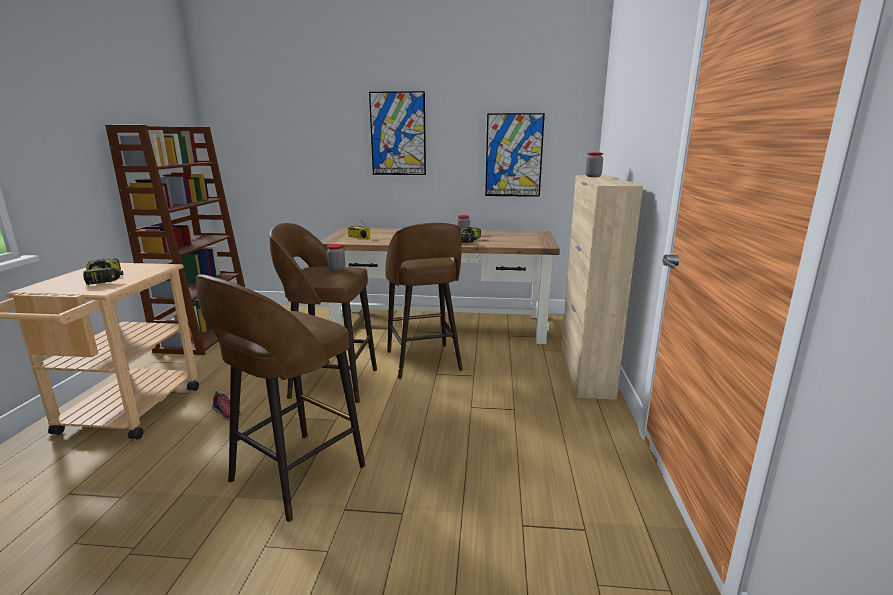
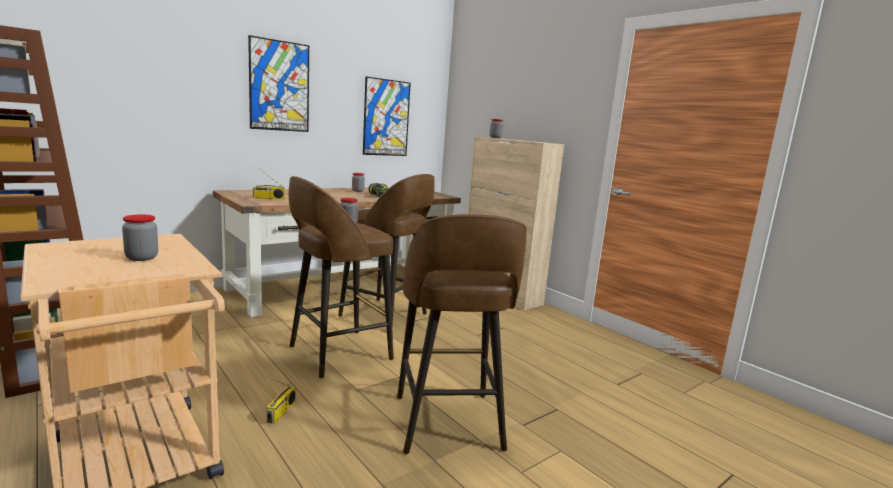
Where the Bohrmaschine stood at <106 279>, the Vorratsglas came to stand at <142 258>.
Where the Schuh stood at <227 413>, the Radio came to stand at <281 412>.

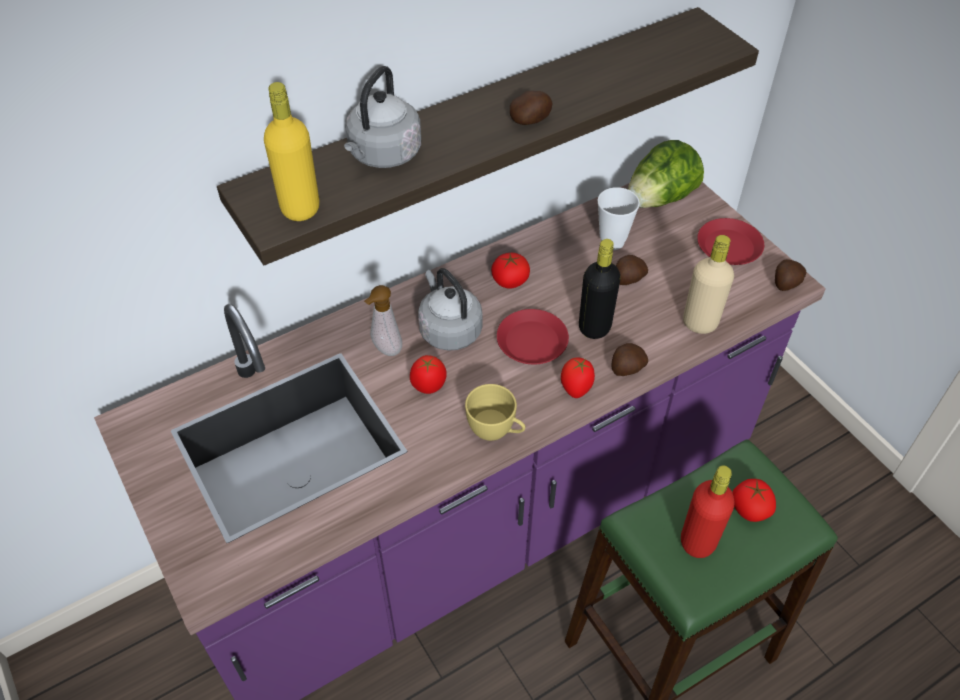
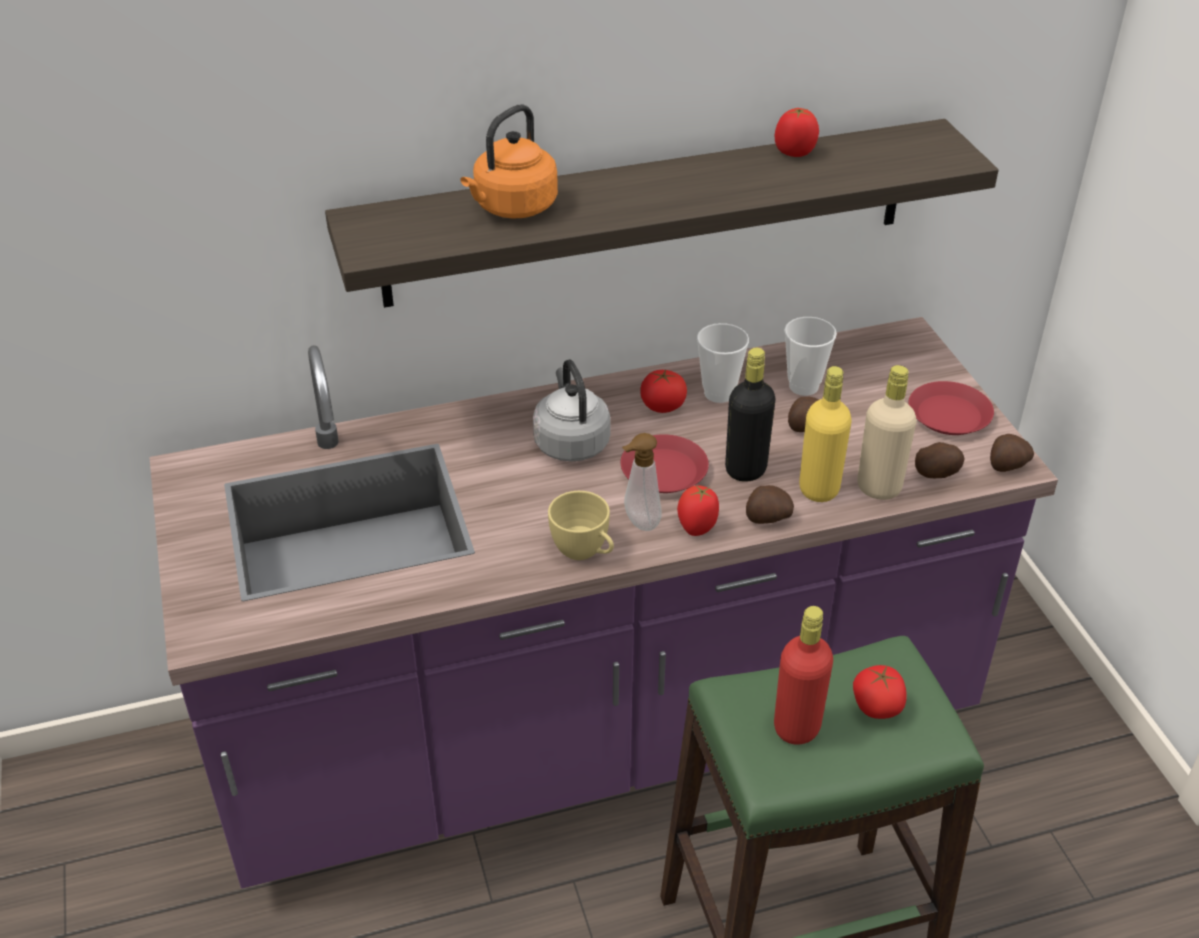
The second view lost the Salatkopf at <659 199>.
The second view gained the Tasse at <719 393>.
The Flasche (gelb) ended up elsewhere, having gone from <300 208> to <819 489>.
The Seifenspender ended up elsewhere, having gone from <385 350> to <639 523>.
The Tomate ended up elsewhere, having gone from <429 386> to <794 153>.
The Kartoffel ended up elsewhere, having gone from <530 120> to <937 474>.
What was the Wasserkessel (grau) at <383 155> turned into the Wasserkessel (orange) at <512 208>.

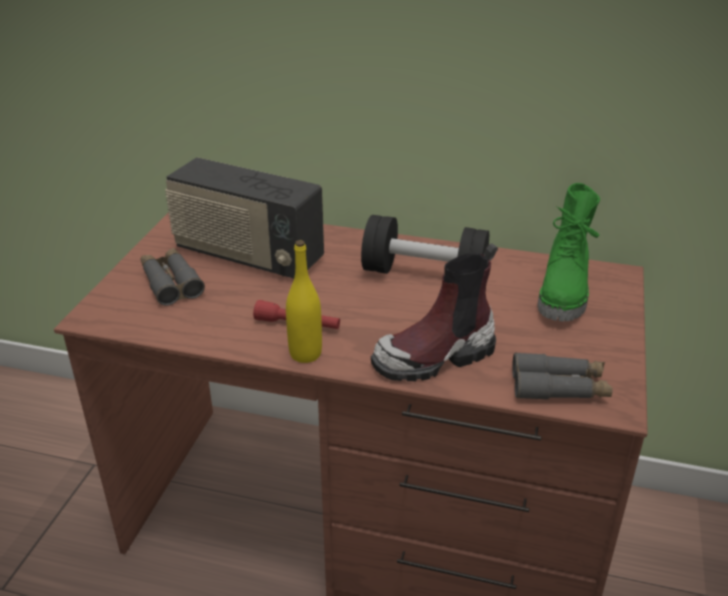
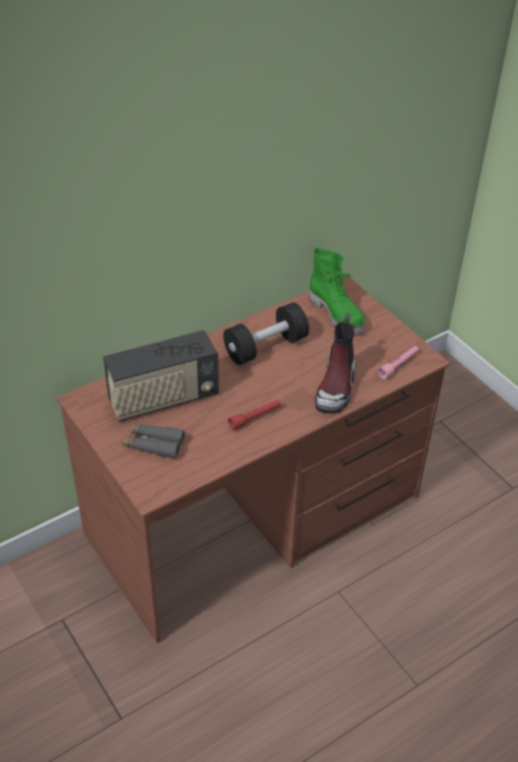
The second view lost the Flasche (gelb) at <305 354>.
Where the Fernglas (grau) stood at <559 387>, the Taschenlampe (rosa) came to stand at <398 365>.

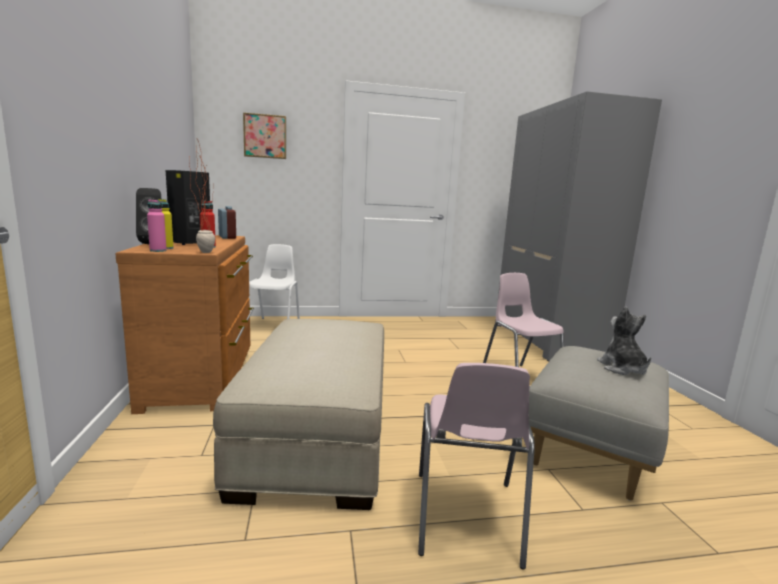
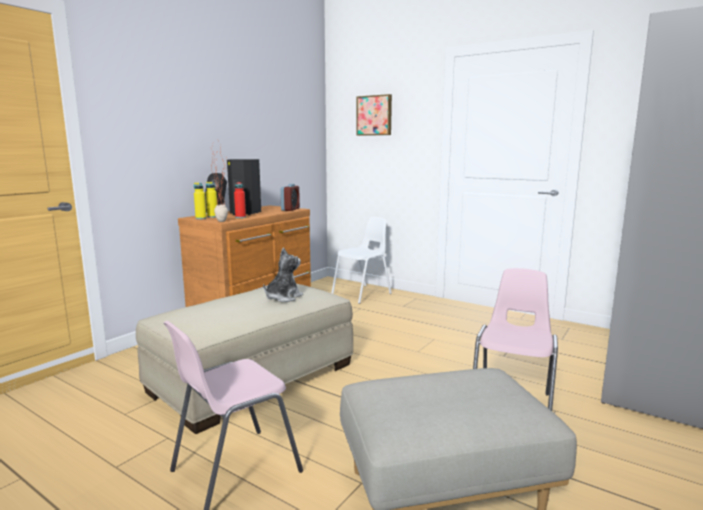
The Plüschtier ended up elsewhere, having gone from <622 369> to <283 297>.
What was the Flasche (rosa) at <158 250> turned into the Flasche (gelb) at <201 218>.

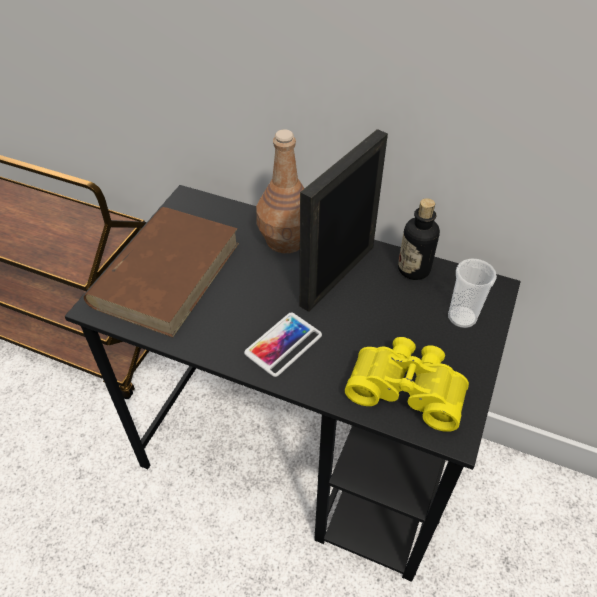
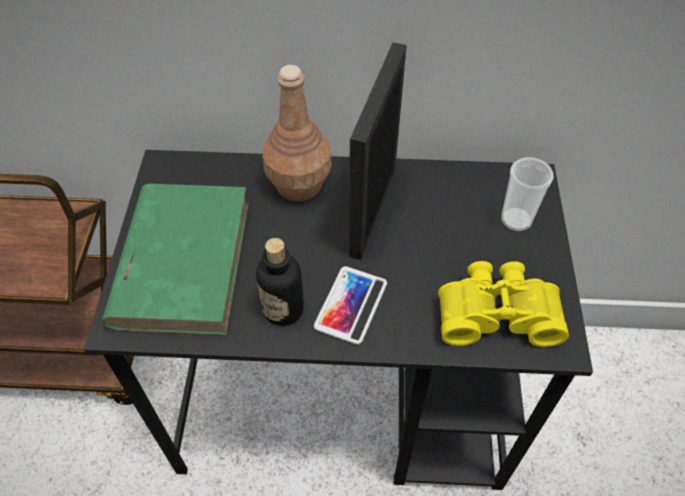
The Flasche ended up elsewhere, having gone from <413 269> to <283 309>.
What was the Buch (braun) at <167 272> turned into the Buch (grün) at <182 260>.

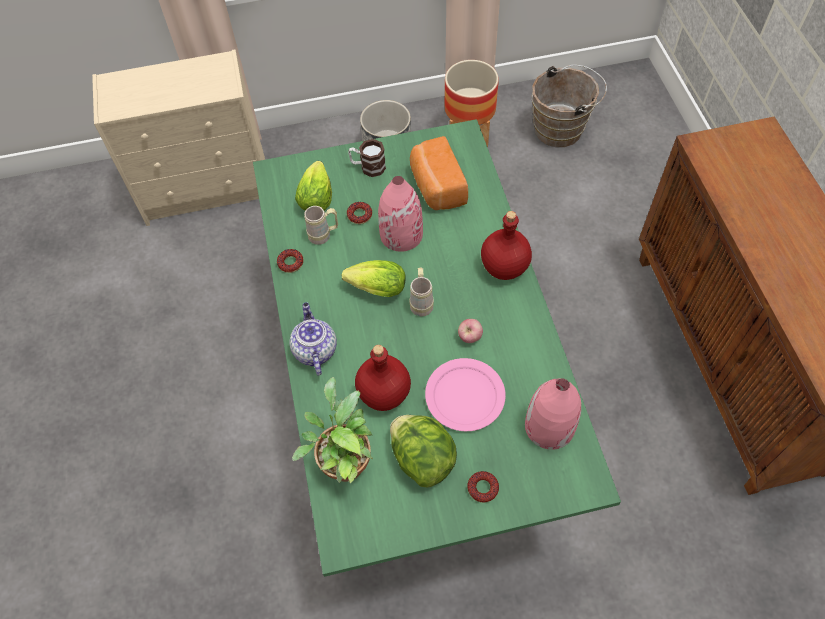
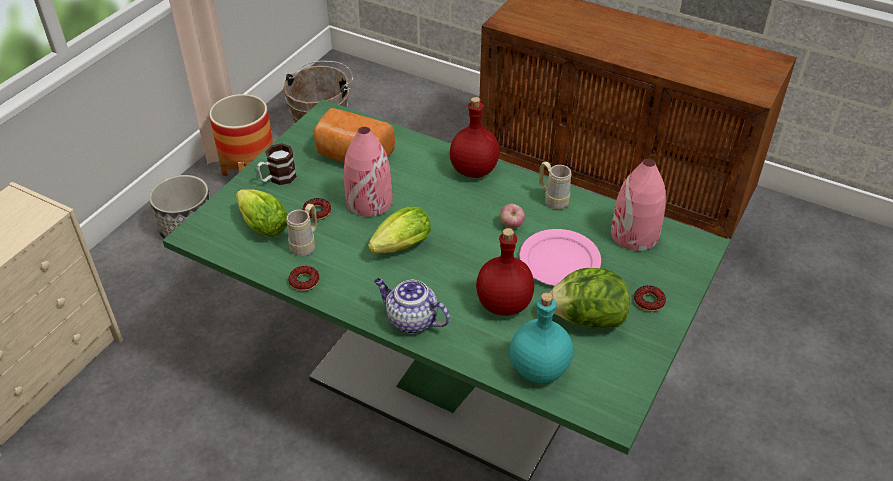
The Henkelbecher (beige) ended up elsewhere, having gone from <421 302> to <552 199>.
Where the Topfpflanze stood at <343 461>, the Flasche (türkis) came to stand at <538 368>.

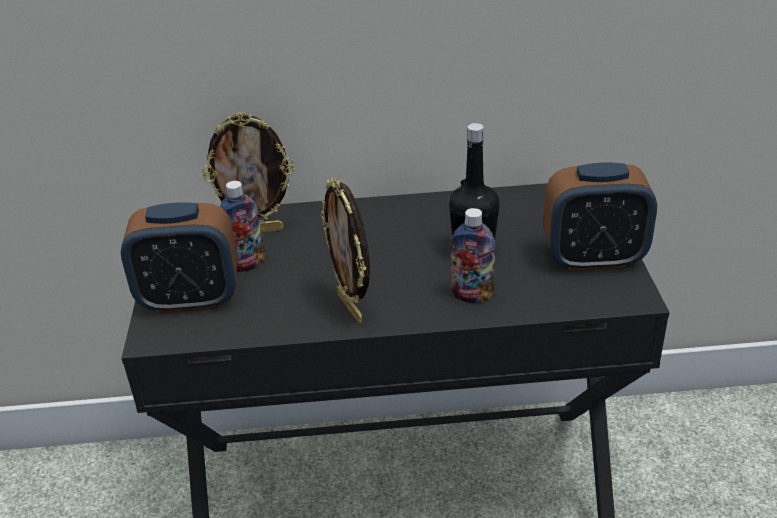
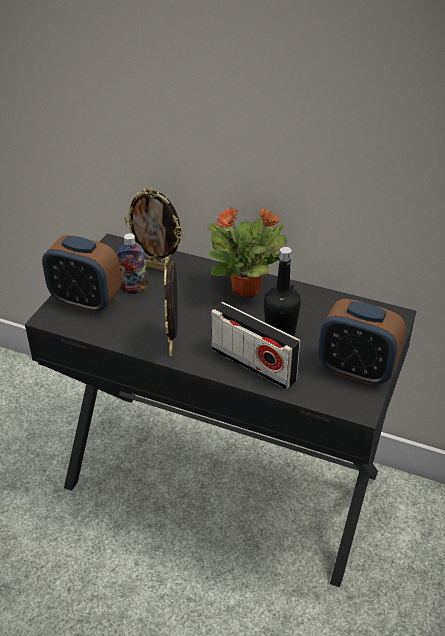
The second view gained the Topfpflanze at <247 289>.
Where the Flasche stood at <472 295>, the Radio came to stand at <253 364>.

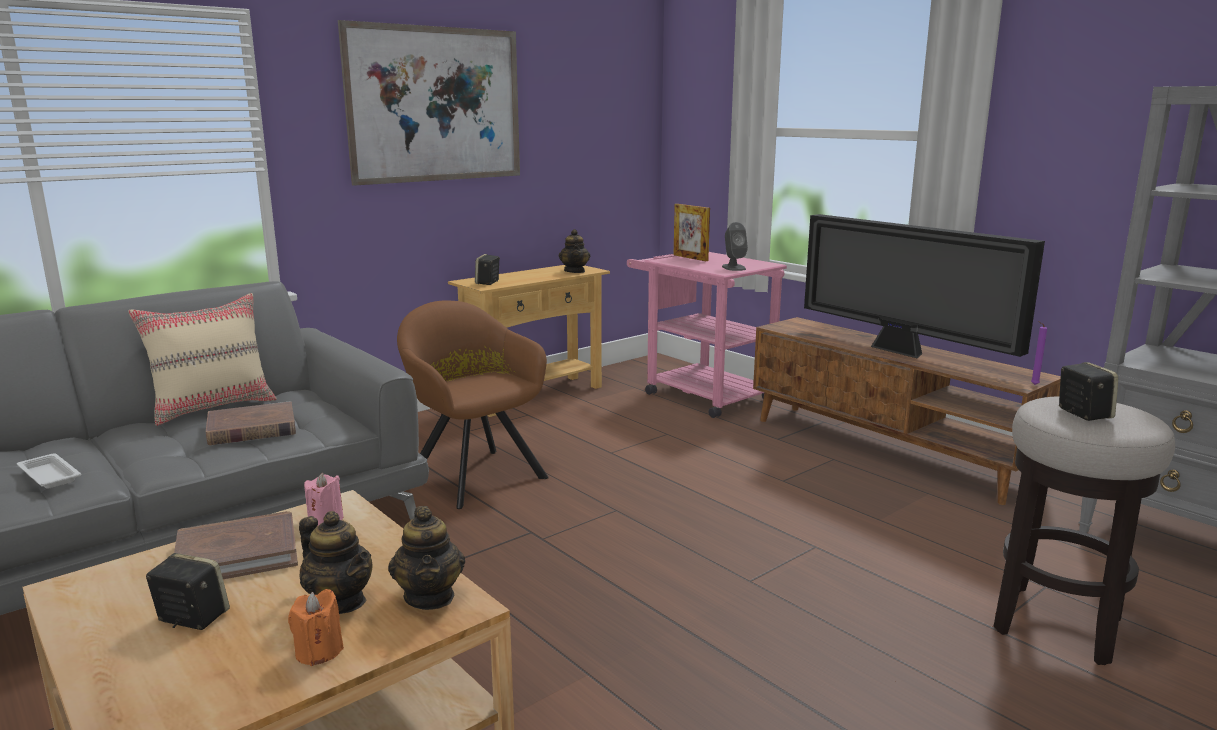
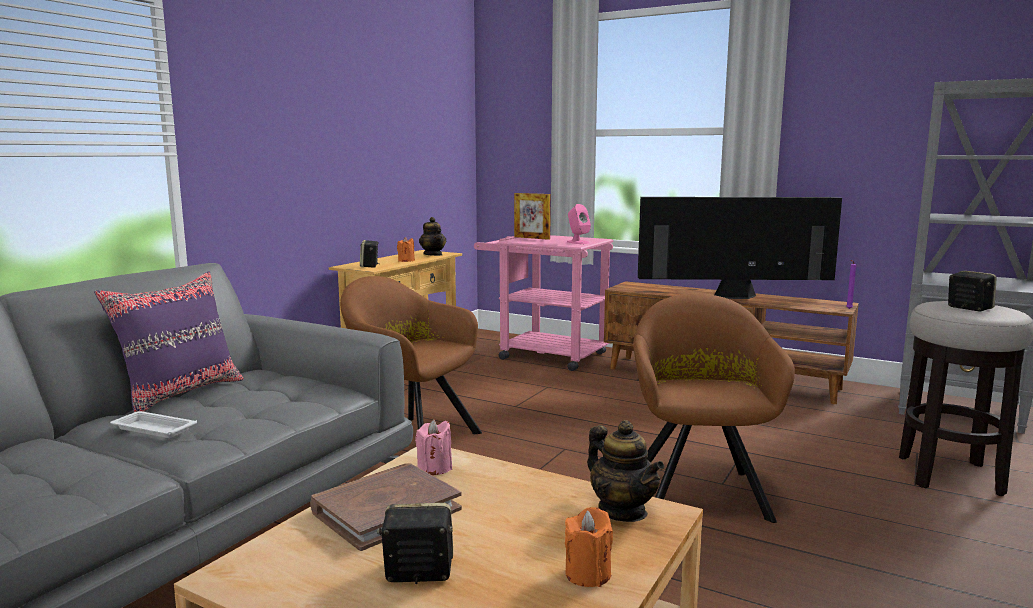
The second view lost the Buch (braun) at <252 429>.
The second view lost the Teekanne at <340 602>.
The second view lost the Bild at <436 105>.
The second view gained the Kerze (orange) at <406 261>.
The second view gained the Sessel (braun) at <699 489>.
The Tablett (weiß) ended up elsewhere, having gone from <49 475> to <153 429>.
What was the Kissen (beige) at <213 407> turned into the Kissen (lila) at <181 393>.
What was the Lautsprecher (grau) at <733 267> turned into the Lautsprecher (rosa) at <578 242>.
The Fernseher at <901 352> ended up facing another way, 150 degrees clockwise from before.

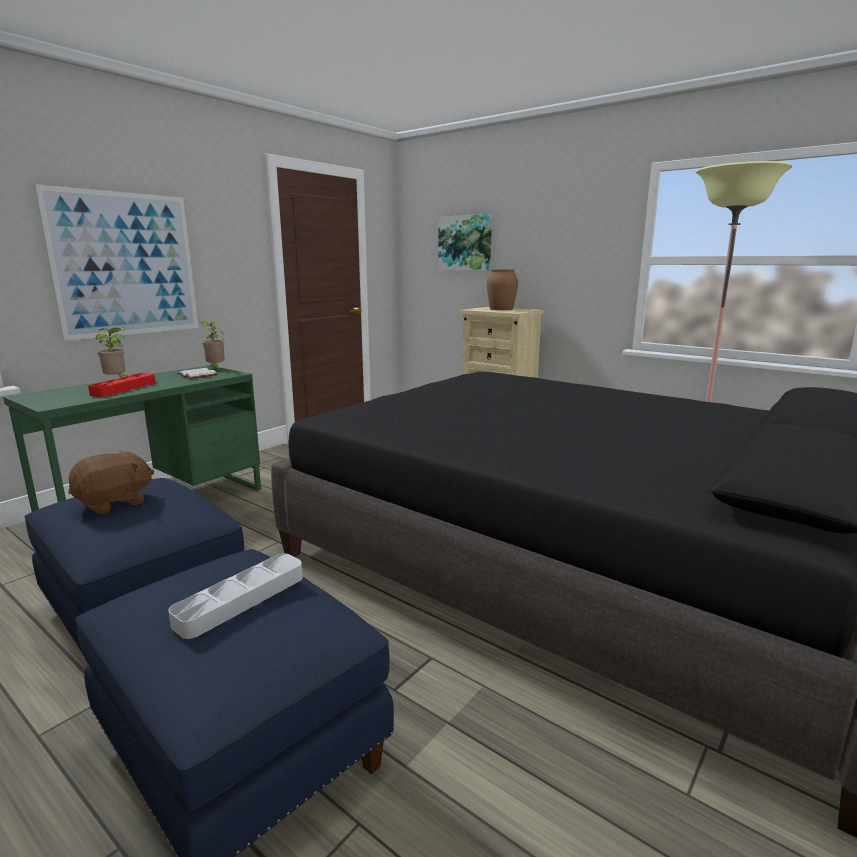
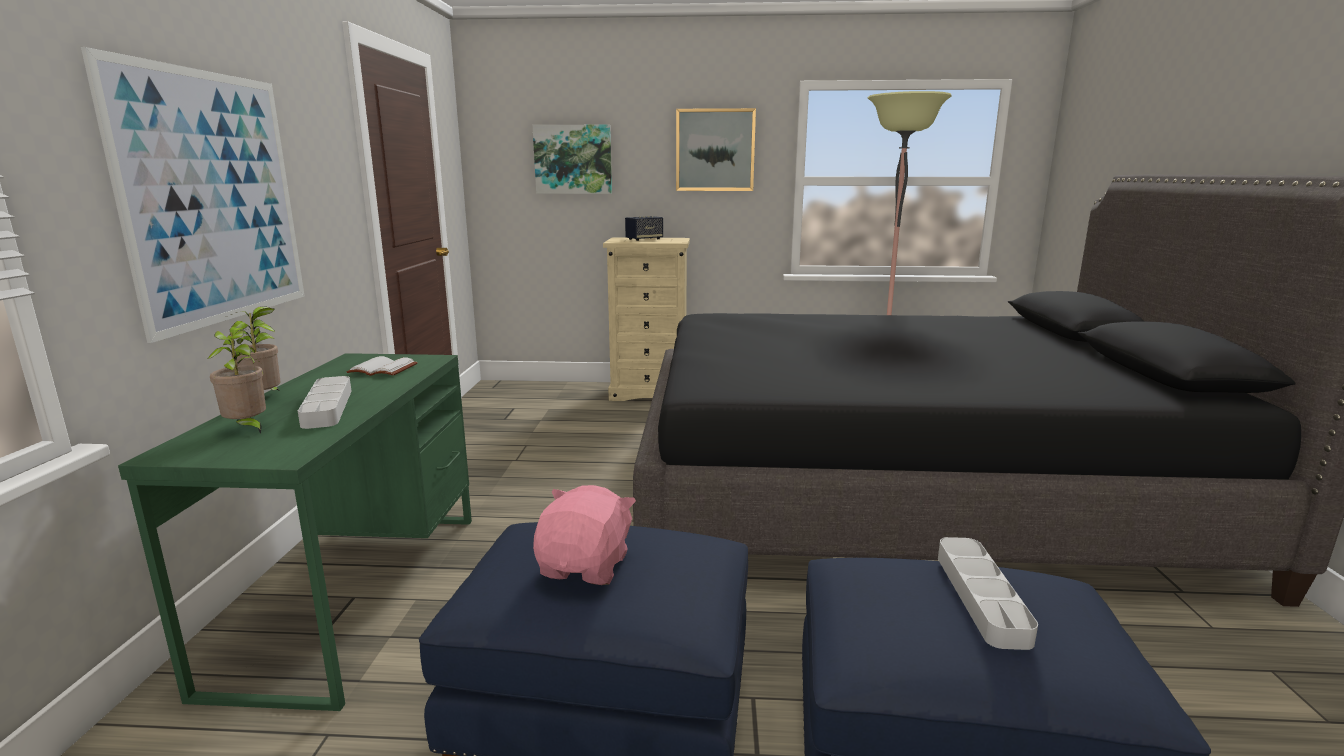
The second view gained the Bild at <715 150>.
The Topfpflanze ended up elsewhere, having gone from <215 368> to <247 429>.
Where the Vase (braun) stood at <501 309>, the Lautsprecher came to stand at <644 239>.
What was the Plüschtier (braun) at <114 503> turned into the Plüschtier (rosa) at <586 566>.
What was the Tablett (rot) at <124 388> turned into the Tablett (grau) at <327 407>.

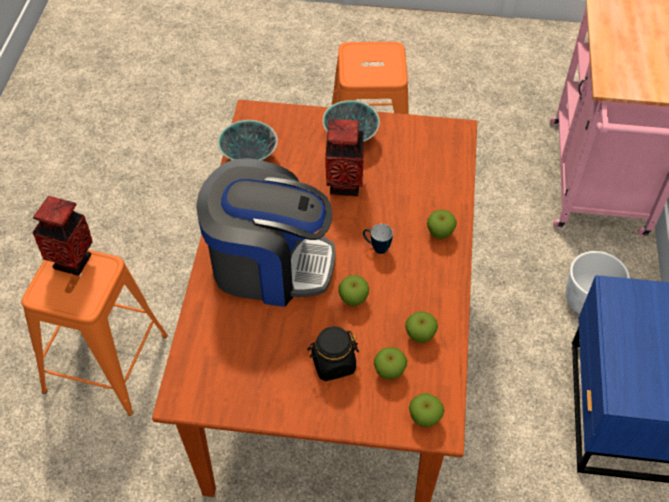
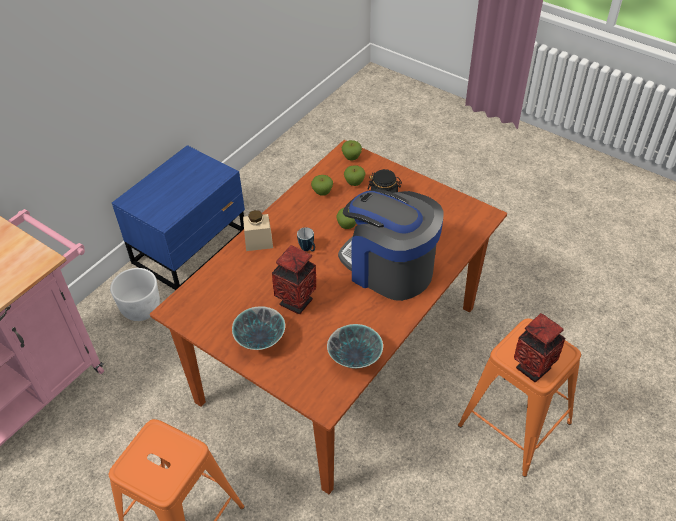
Where the Apfel stood at <440 233>, the Vorratsglas (beige) came to stand at <258 242>.

